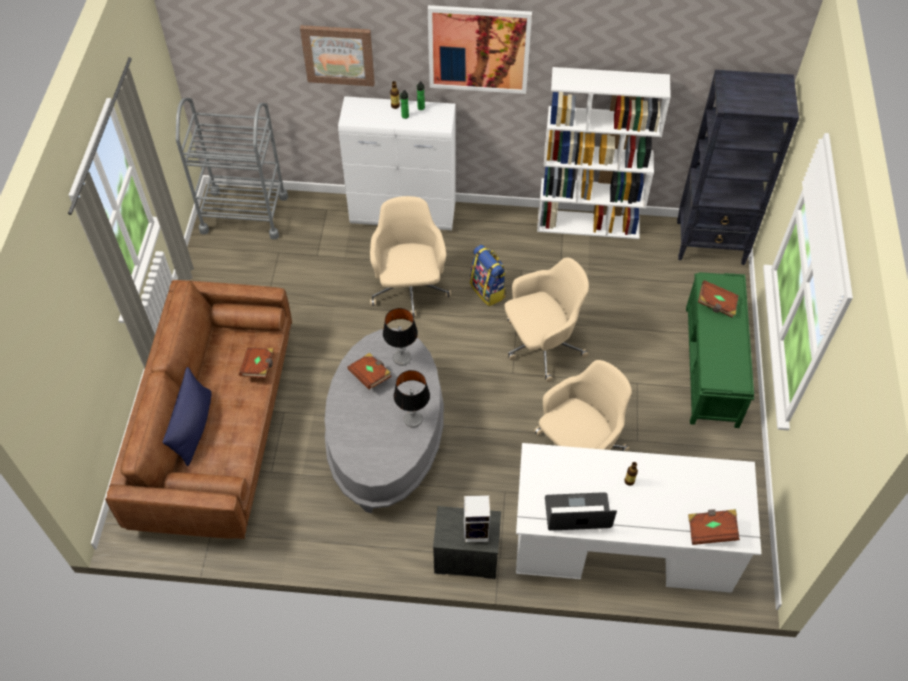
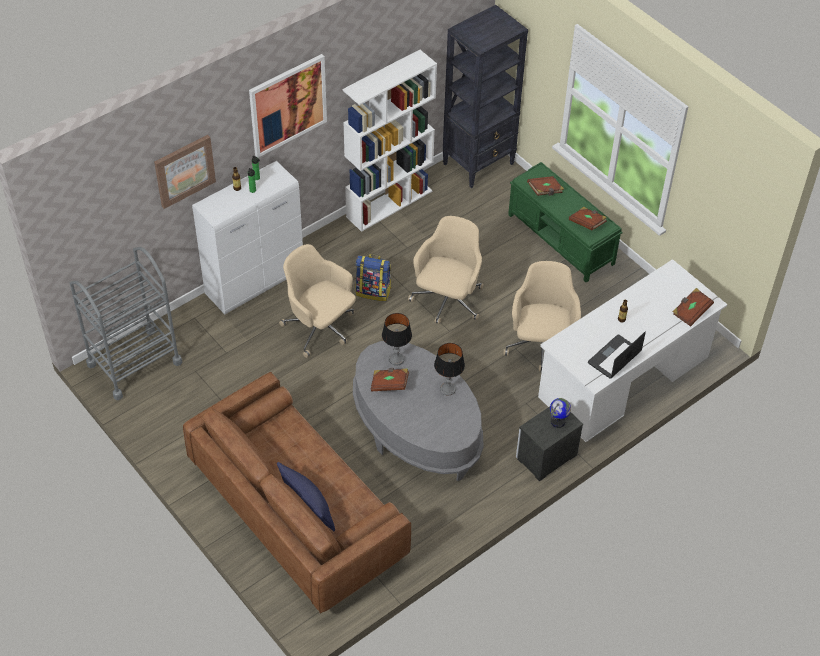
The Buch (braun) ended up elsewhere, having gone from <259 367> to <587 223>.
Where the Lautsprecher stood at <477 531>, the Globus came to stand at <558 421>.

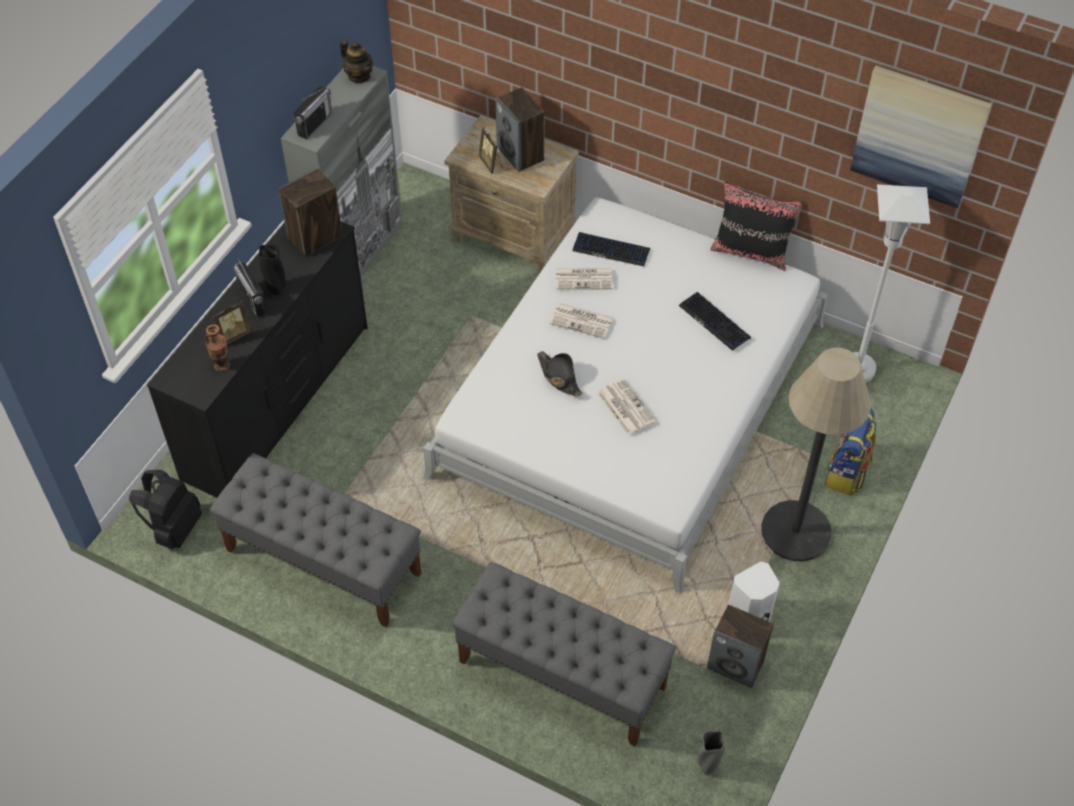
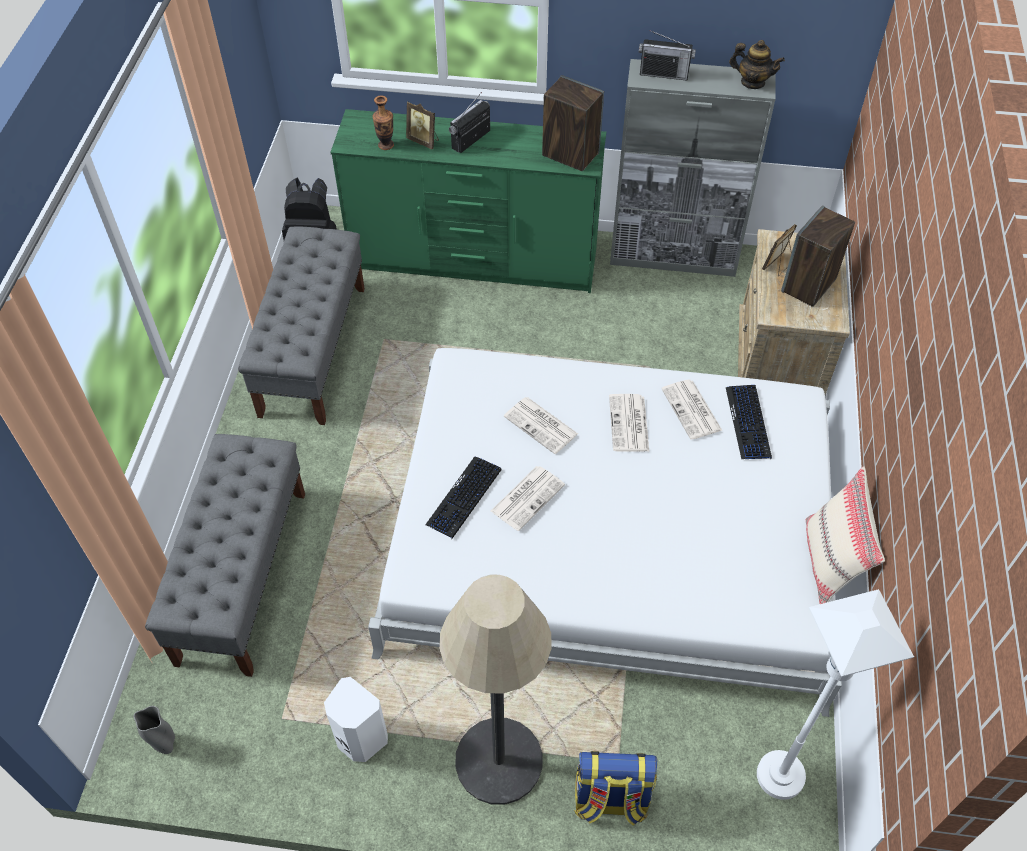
The second view lost the Vase (schwarz) at <276 289>.
The second view lost the Lautsprecher at <736 664>.
The second view lost the Bild at <919 135>.
The Tastatur ended up elsewhere, having gone from <714 322> to <464 497>.
Where the Hut (schwarz) stood at <559 376>, the Zeitung came to stand at <542 426>.
What was the Kommode (schwarz) at <279 401> turned into the Kommode (grün) at <474 261>.
What was the Kissen (schwarz) at <751 251> turned into the Kissen (beige) at <830 563>.
The Teekanne at <359 76> ended up facing another way, 90 degrees counterclockwise from before.

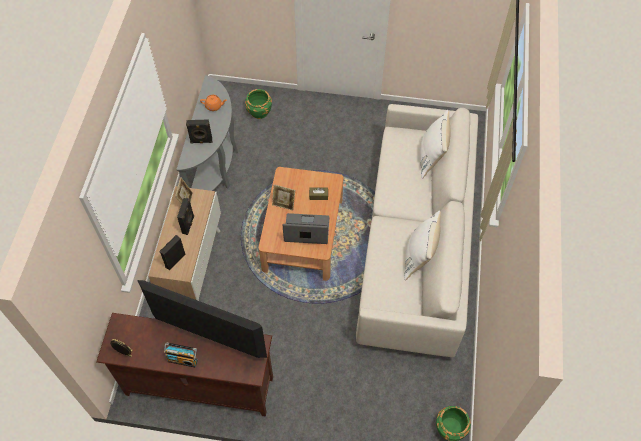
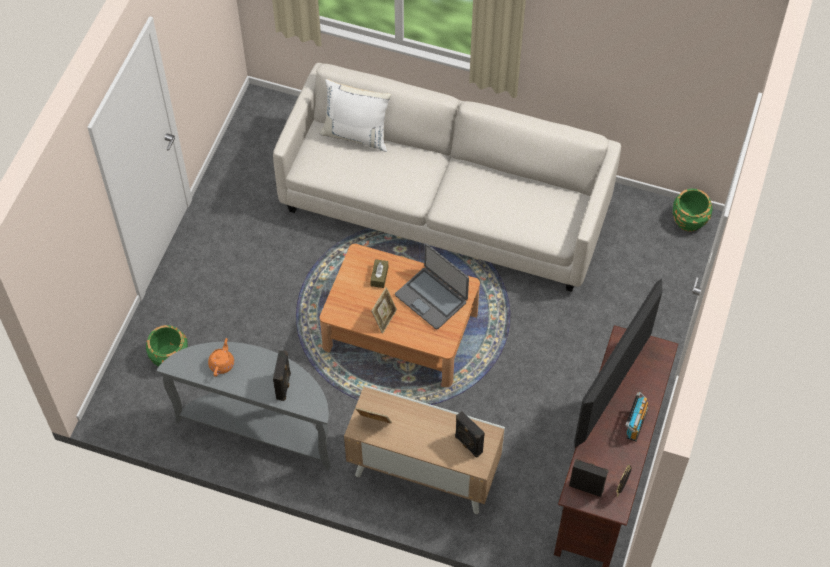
The second view lost the Kissen (weiß) at <419 257>.
The Lautsprecher (schwarz) ended up elsewhere, having gone from <188 225> to <586 487>.
The Laptop at <306 230> ended up facing another way, 60 degrees counterclockwise from before.

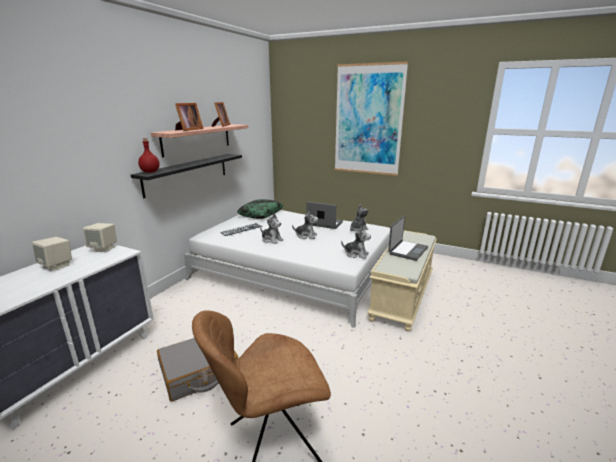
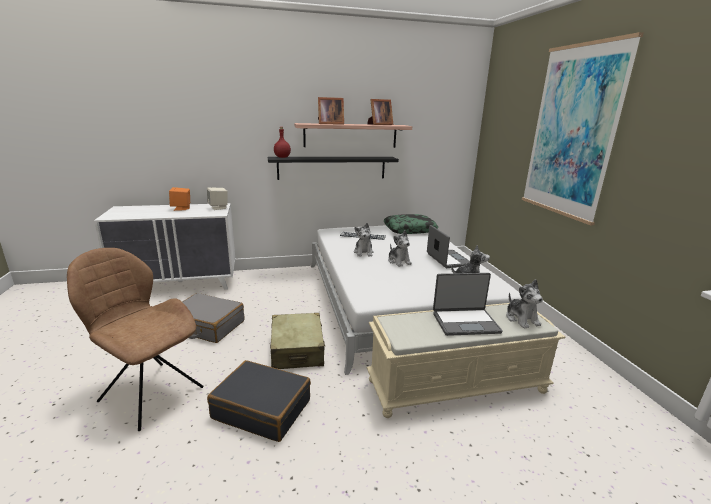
The second view gained the Koffer (schwarz) at <262 409>.
The second view gained the Koffer (beige) at <297 350>.
The Plüschtier ended up elsewhere, having gone from <356 254> to <521 319>.
What was the Lautsprecher (beige) at <57 266> turned into the Lautsprecher (orange) at <181 208>.

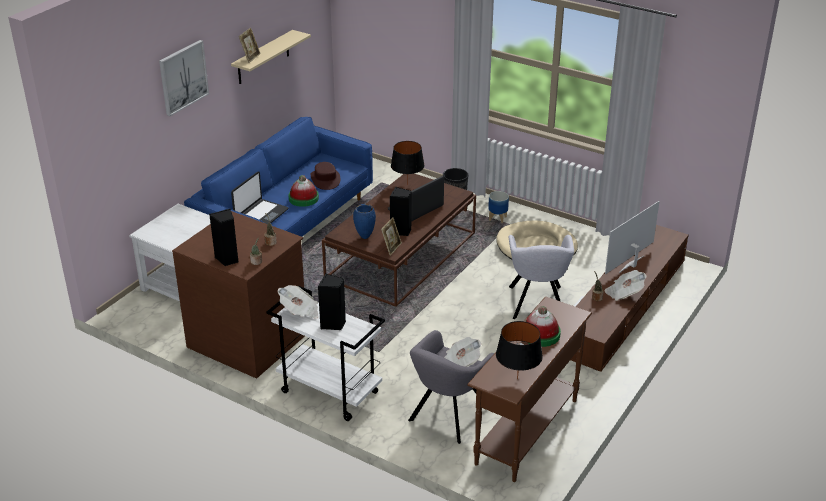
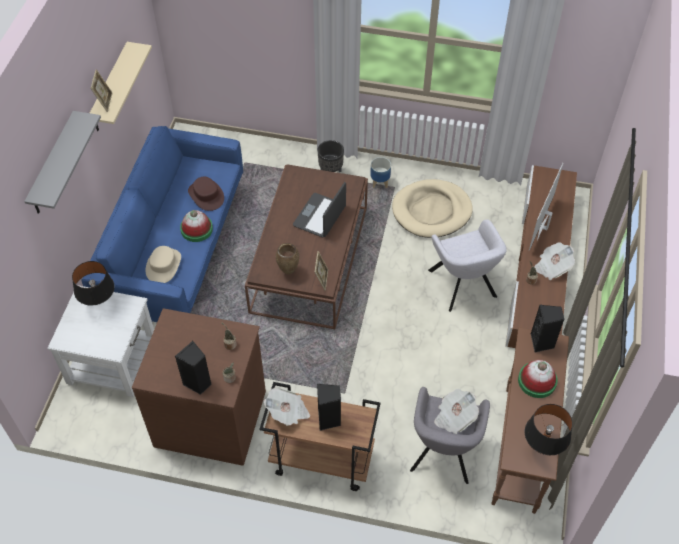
The Lautsprecher (schwarz) ended up elsewhere, having gone from <401 231> to <542 342>.
The Tischlampe (schwarz) ended up elsewhere, having gone from <407 184> to <99 303>.
Where the Bild hung at <183 77>, the Wandregal (grau) came to hang at <53 165>.
Where the Laptop stood at <261 215>, the Hut (beige) came to stand at <163 265>.
What was the Rollwagen (weiß) at <328 392> turned into the Rollwagen (braun) at <320 460>.
What was the Vase (blau) at <364 237> turned into the Vase (braun) at <288 272>.

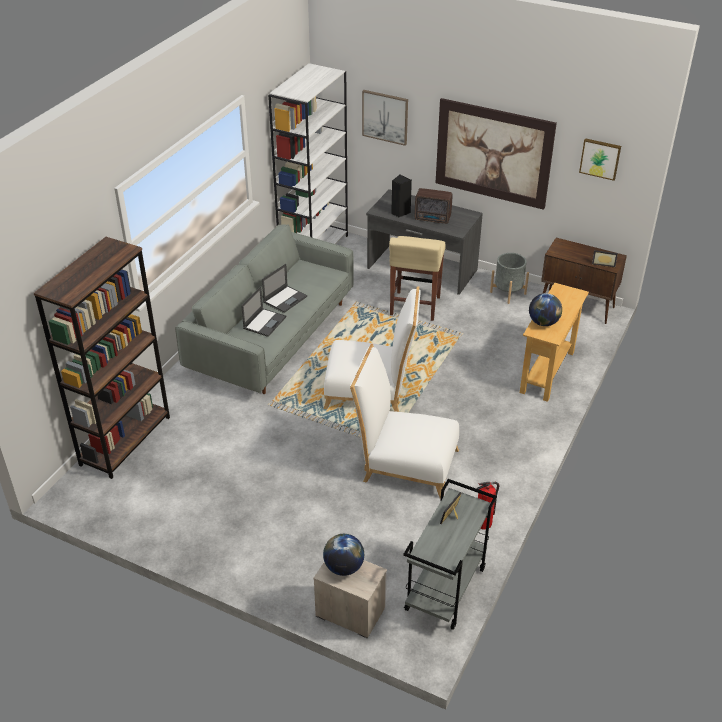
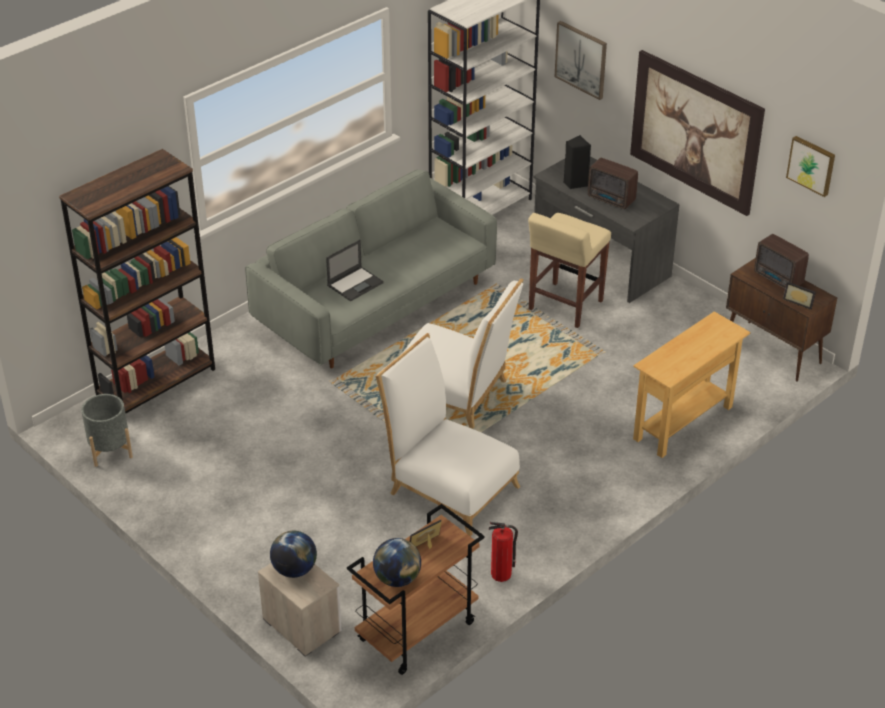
The second view lost the Laptop at <285 299>.
The second view gained the Radio at <778 279>.
The Pflanzkübel (grau) ended up elsewhere, having gone from <508 293> to <110 450>.
The Globus ended up elsewhere, having gone from <543 323> to <397 579>.
What was the Rollwagen (grau) at <445 590> turned into the Rollwagen (braun) at <417 632>.

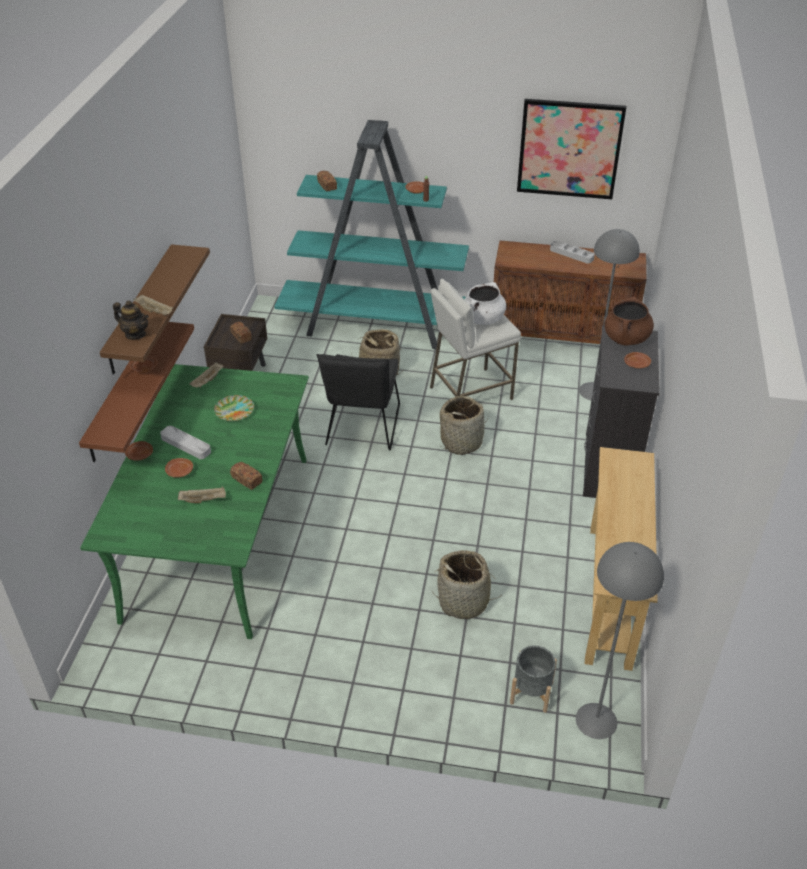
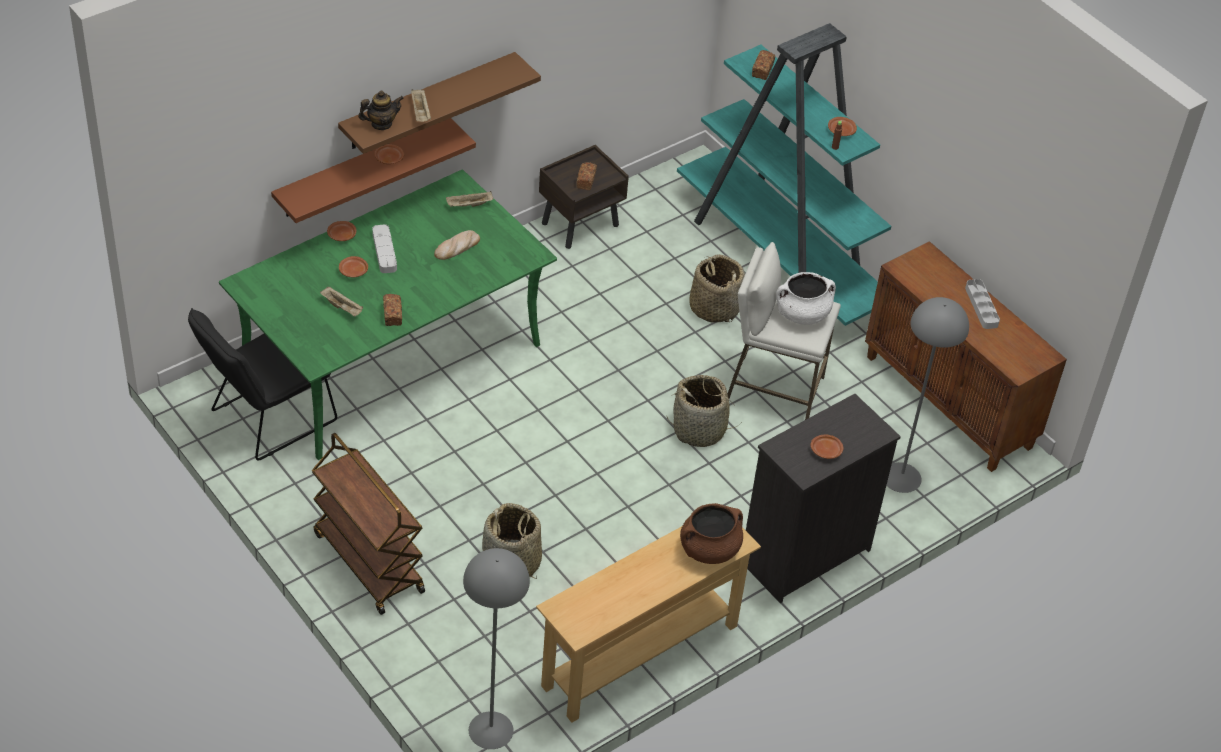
The second view lost the Pflanzkübel (grau) at <531 693>.
The second view lost the Bild at <569 149>.
The second view gained the Rollwagen (braun) at <367 562>.
The Stuhl (schwarz) ended up elsewhere, having gone from <361 429> to <266 419>.
The Kochtopf (braun) ended up elsewhere, having gone from <626 338> to <709 549>.
Where the Teller stood at <234 410>, the Brot came to stand at <457 247>.
The Teekanne at <135 334> ended up facing another way, 90 degrees counterclockwise from before.

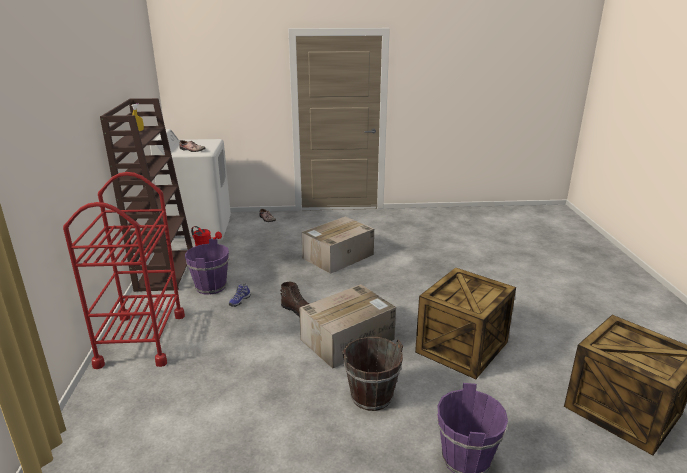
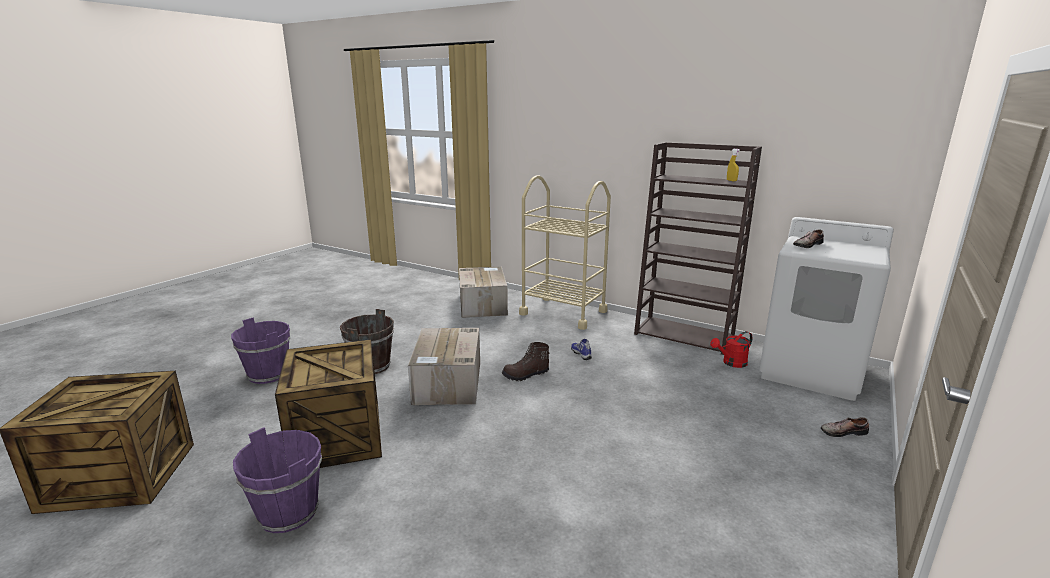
The Eimer (lila) ended up elsewhere, having gone from <210 287> to <289 512>.
The Karton ended up elsewhere, having gone from <337 257> to <482 304>.
What was the Rollwagen (rot) at <142 339> turned into the Rollwagen (beige) at <563 312>.

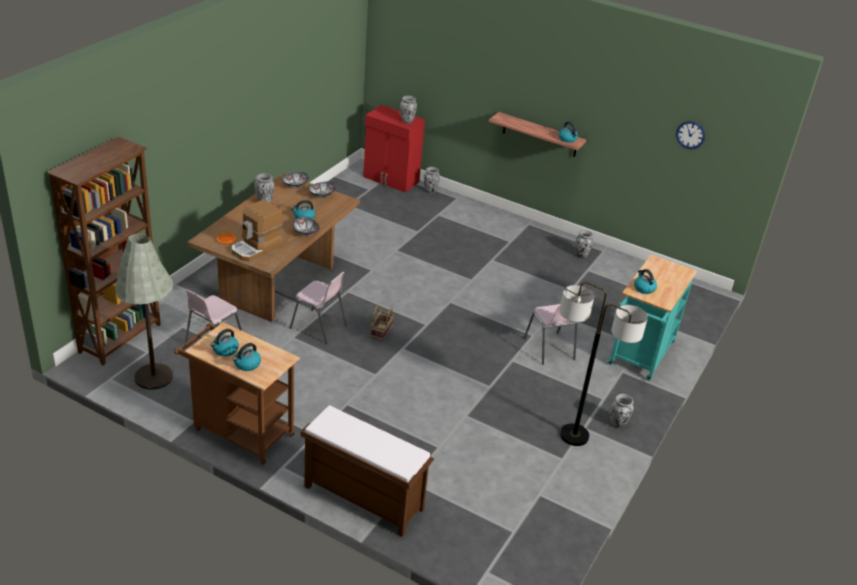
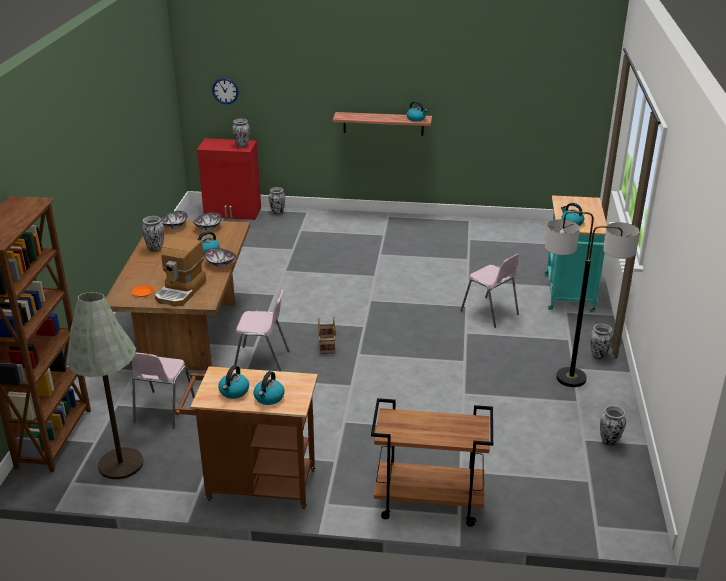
The Vase ended up elsewhere, having gone from <581 256> to <609 441>.
The Wanduhr ended up elsewhere, having gone from <690 135> to <225 91>.
Where the Bank (braun) stood at <362 498>, the Rollwagen (braun) came to stand at <427 503>.

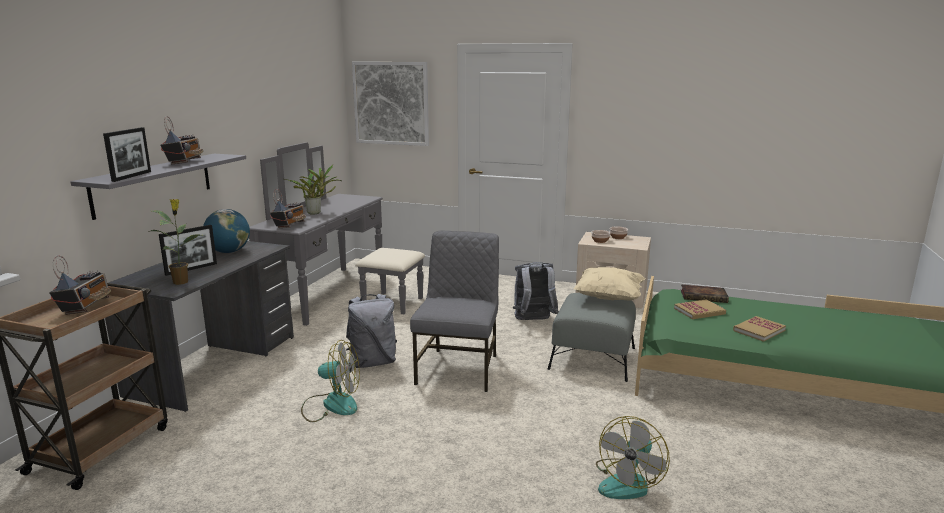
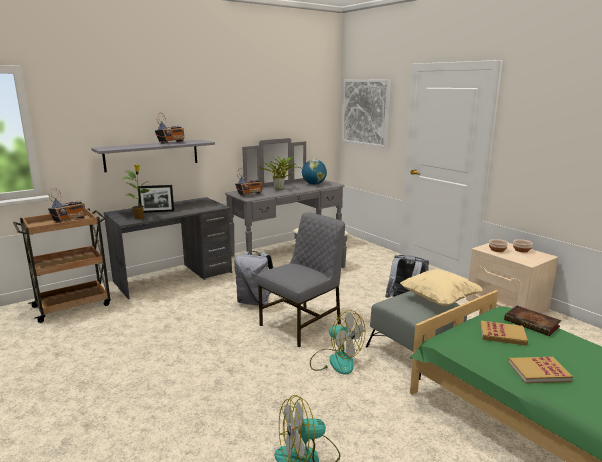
The second view lost the Bilderrahmen at <132 176>.
The Globus ended up elsewhere, having gone from <229 252> to <314 184>.
The Ventilator ended up elsewhere, having gone from <331 405> to <335 361>.

